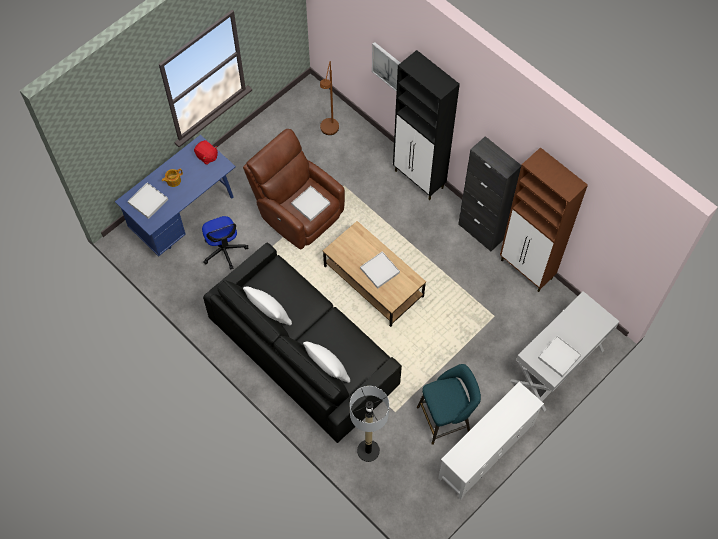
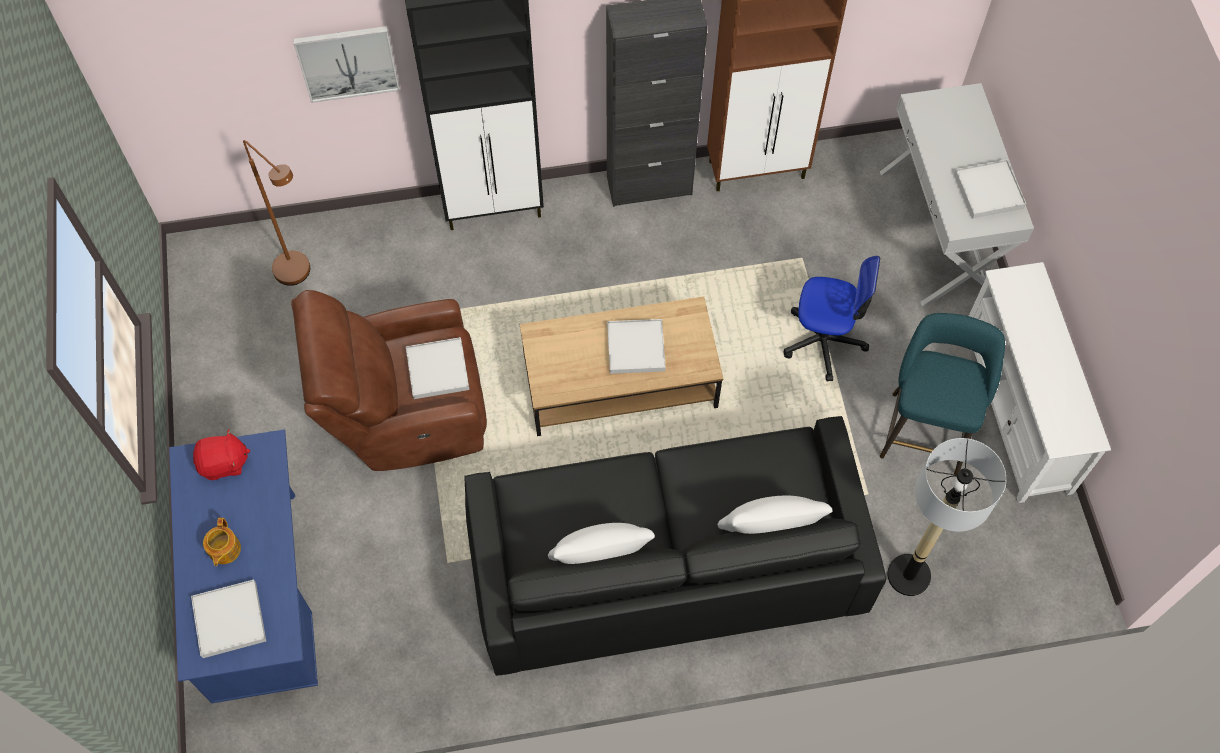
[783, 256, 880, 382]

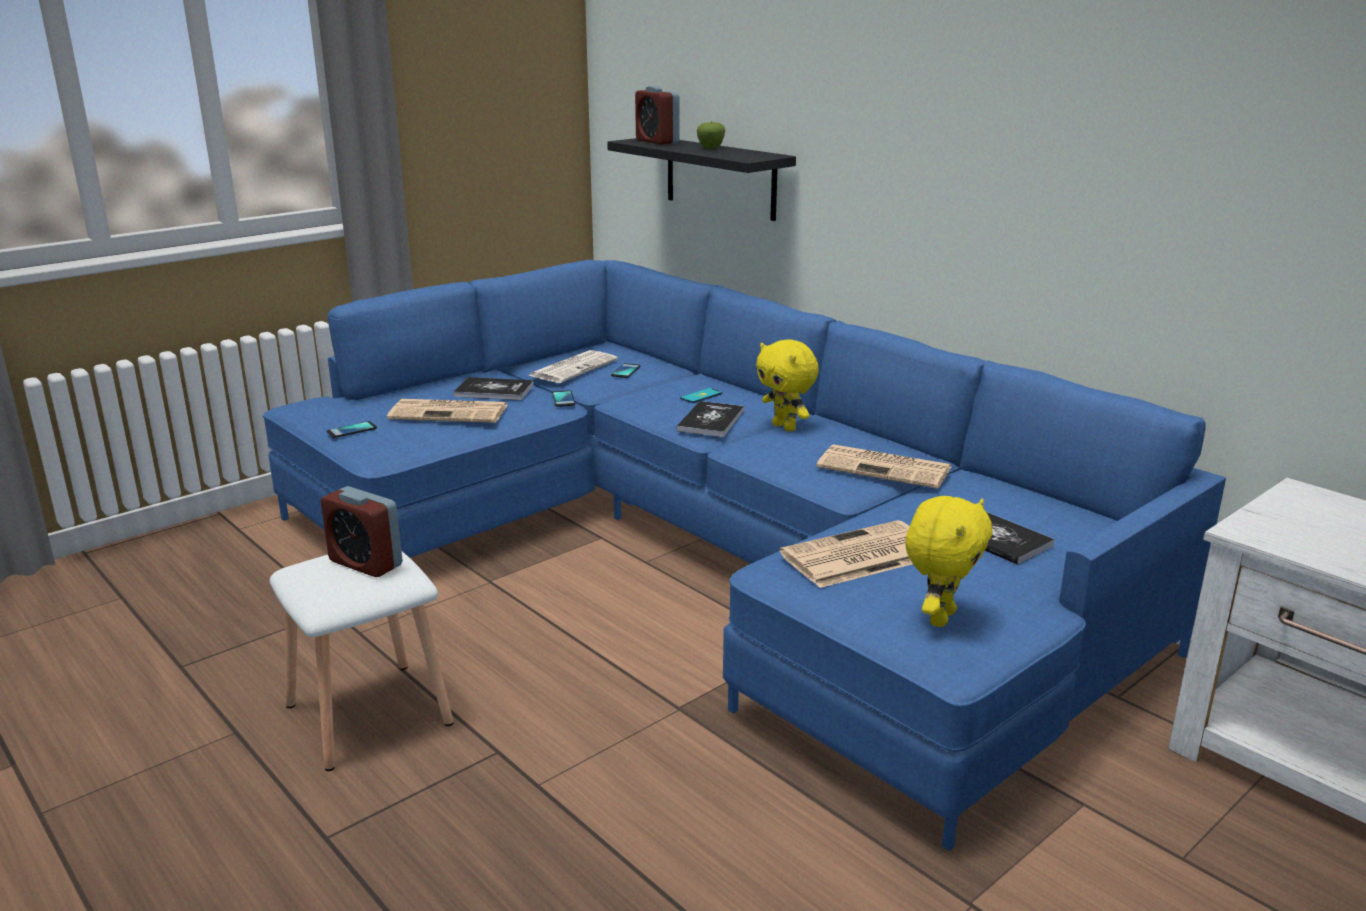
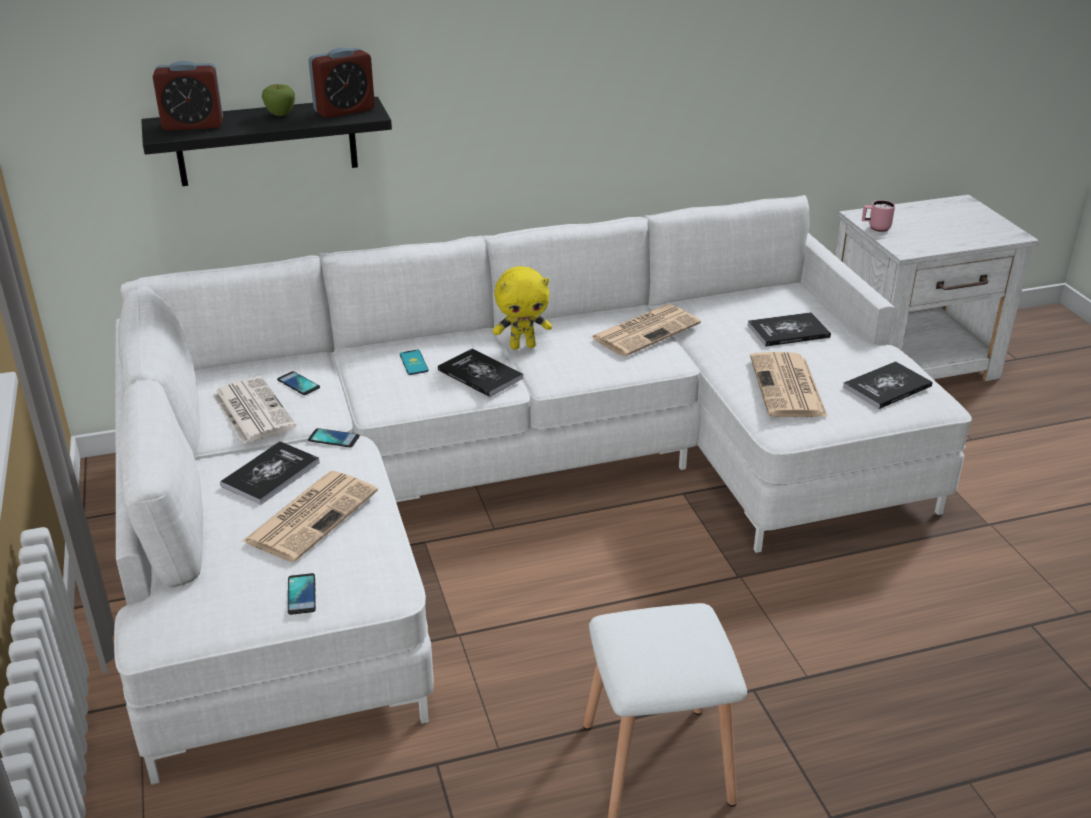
[114, 195, 972, 785]
[308, 47, 375, 118]
[843, 361, 932, 409]
[862, 200, 895, 232]

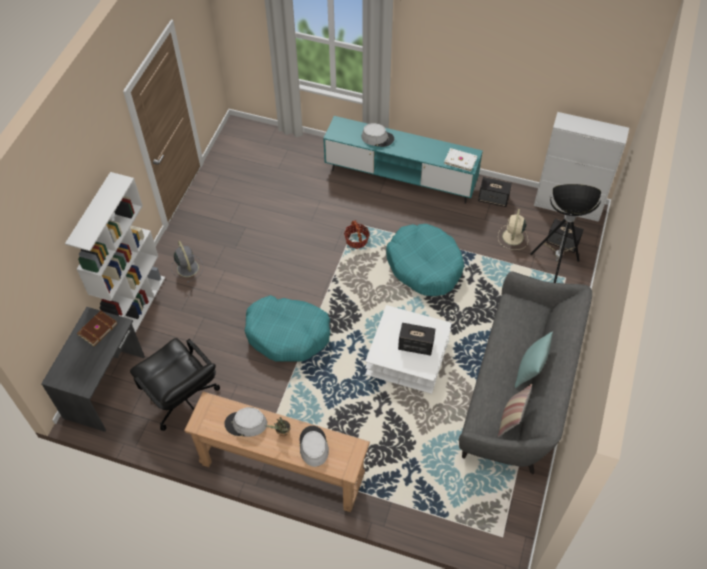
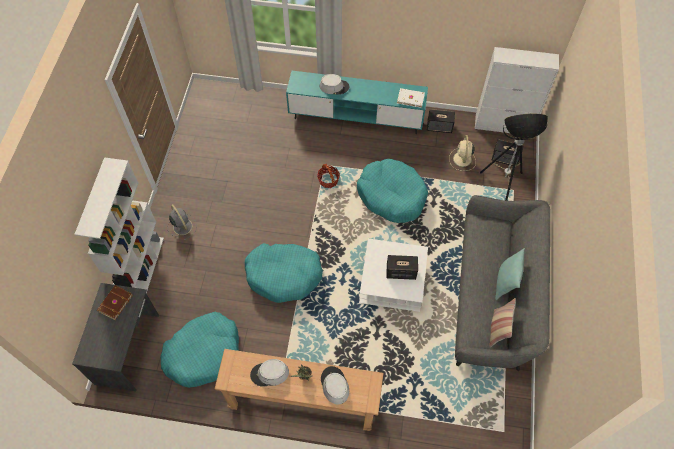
[161, 312, 239, 388]

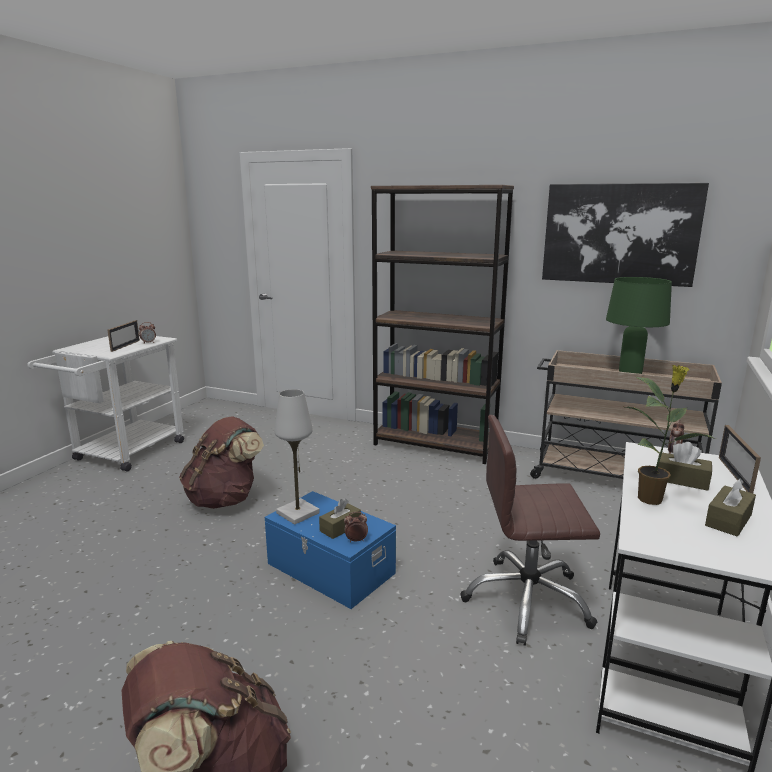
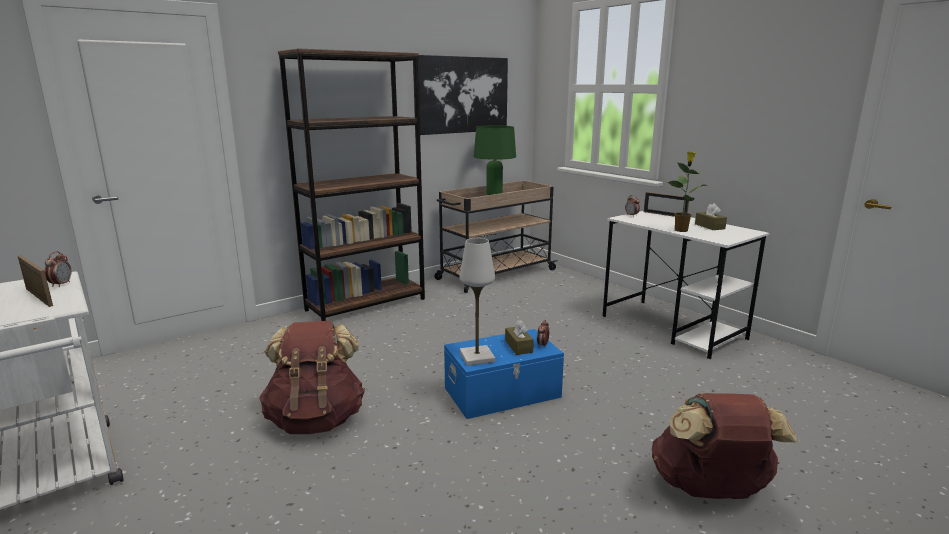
[460, 415, 600, 646] (first image)
[658, 442, 712, 491] (first image)

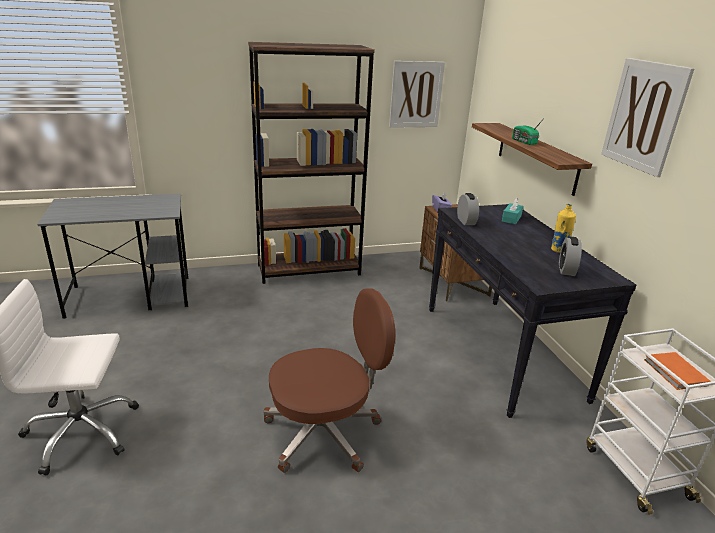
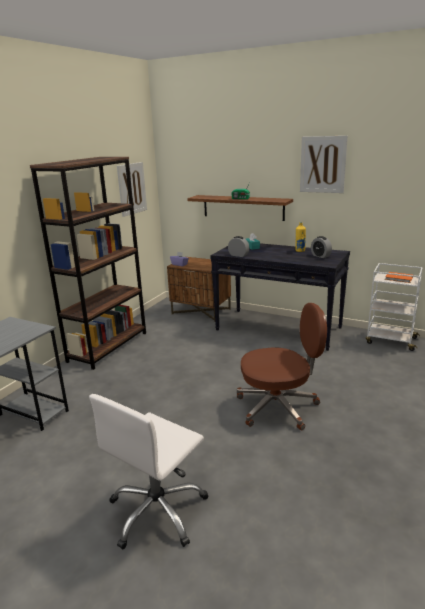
[237, 303, 327, 430]

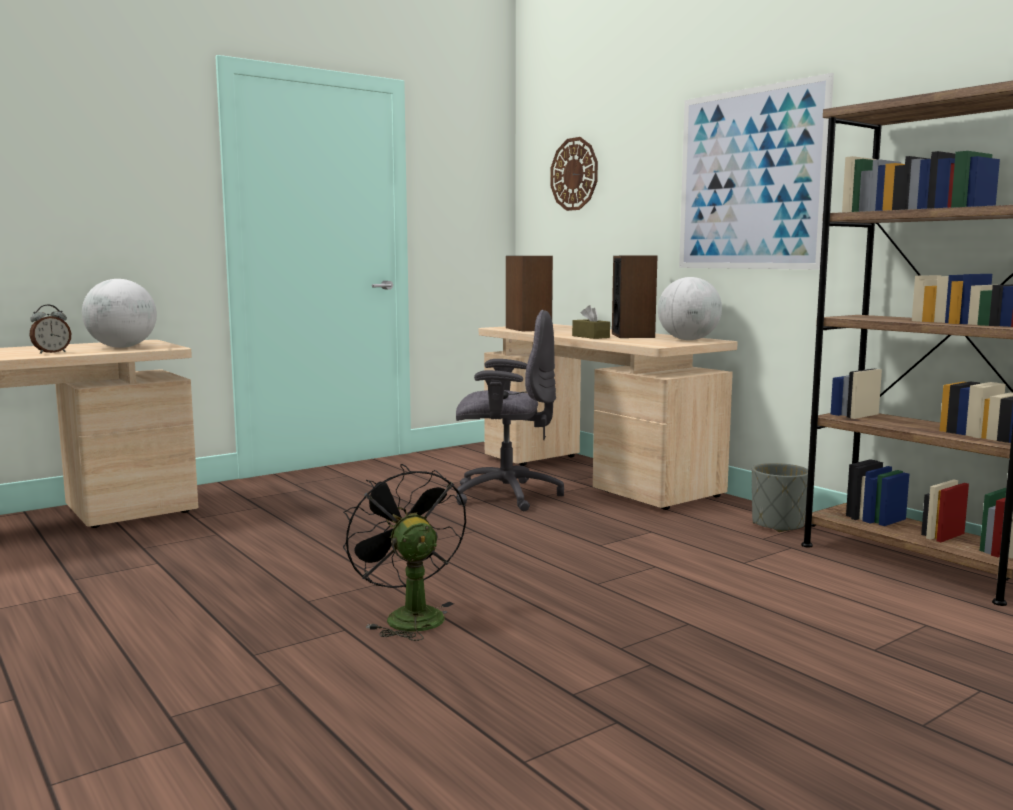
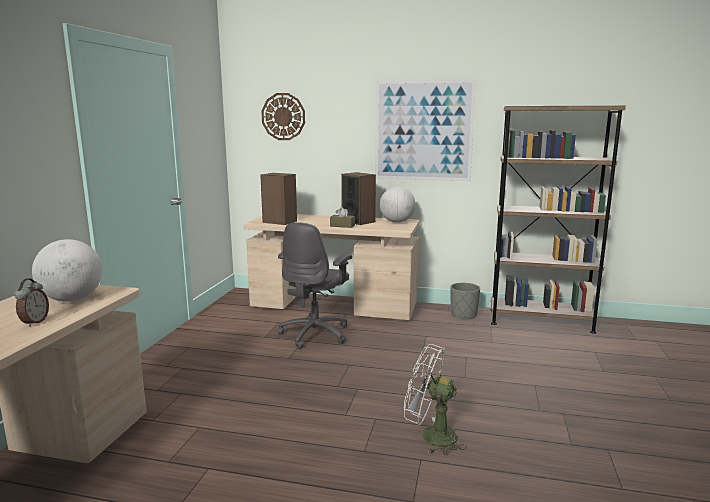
[404, 344, 467, 455]
[278, 222, 352, 349]

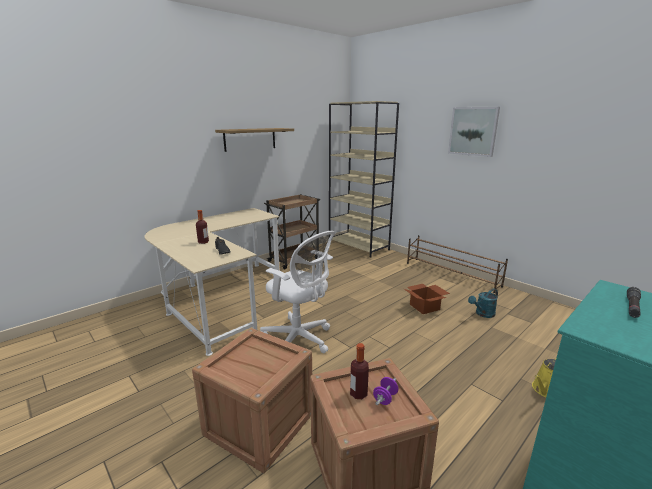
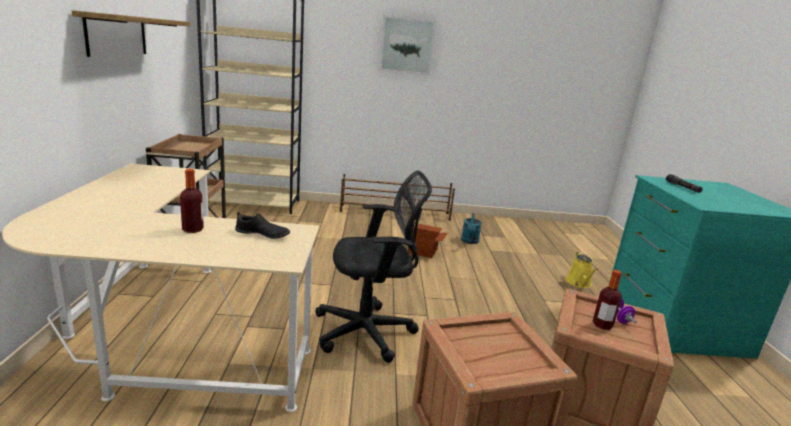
[315, 171, 432, 363]

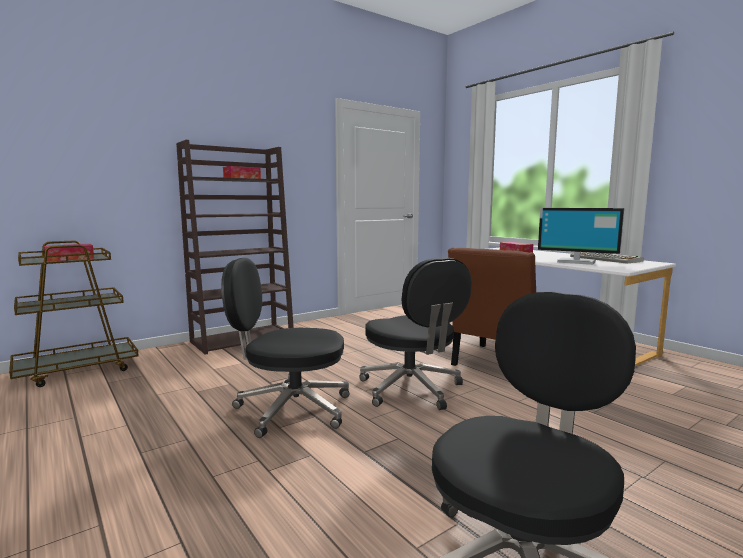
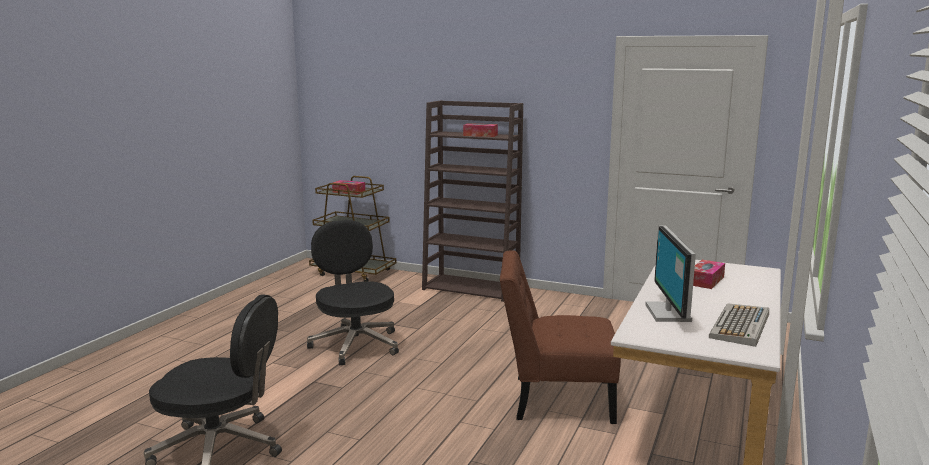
[359, 258, 472, 410] (first image)

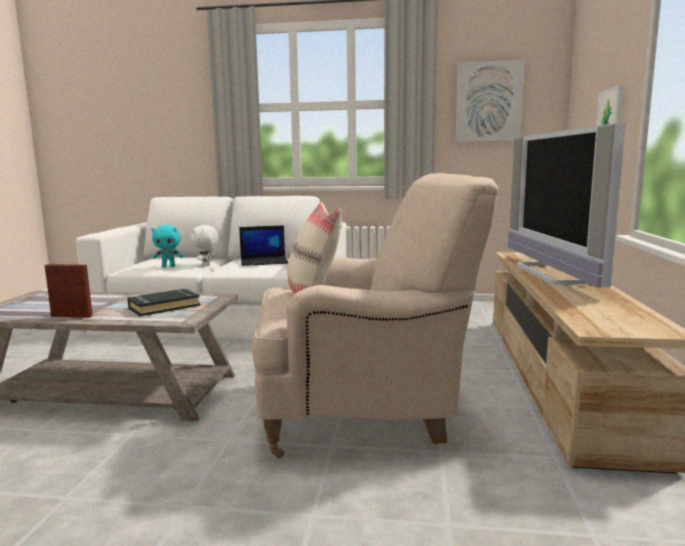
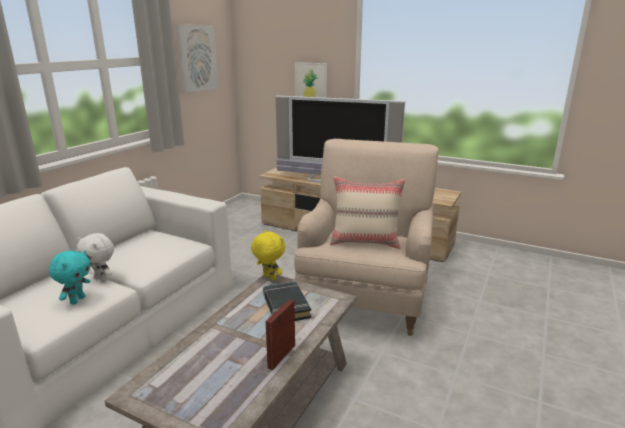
[239, 225, 288, 266] (first image)
[251, 230, 285, 281]

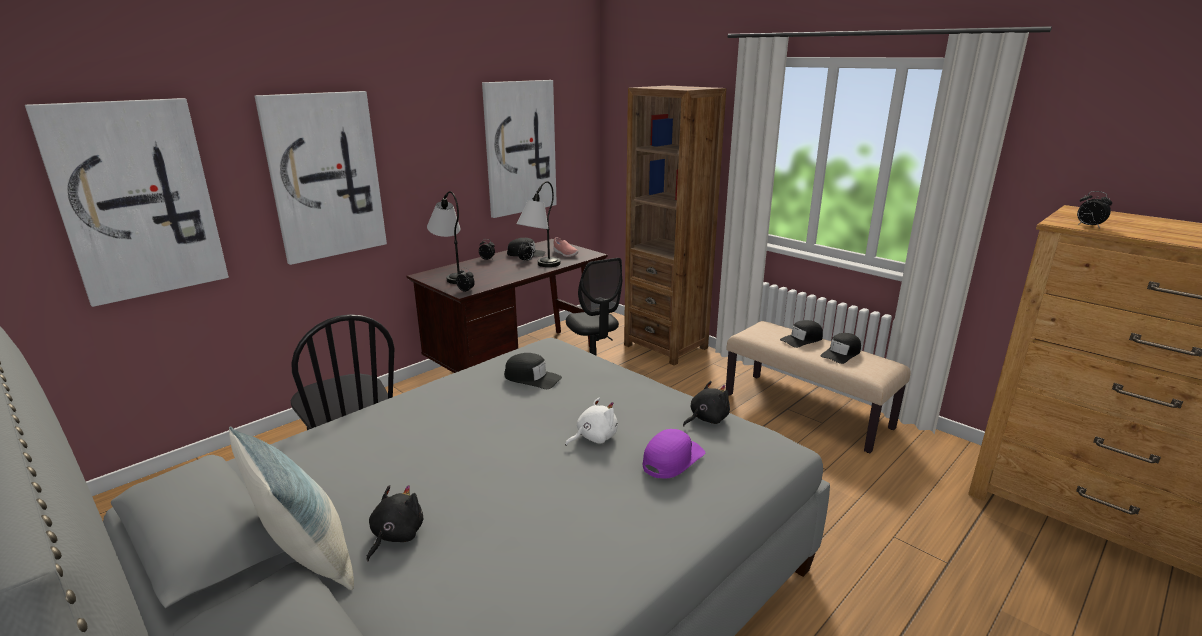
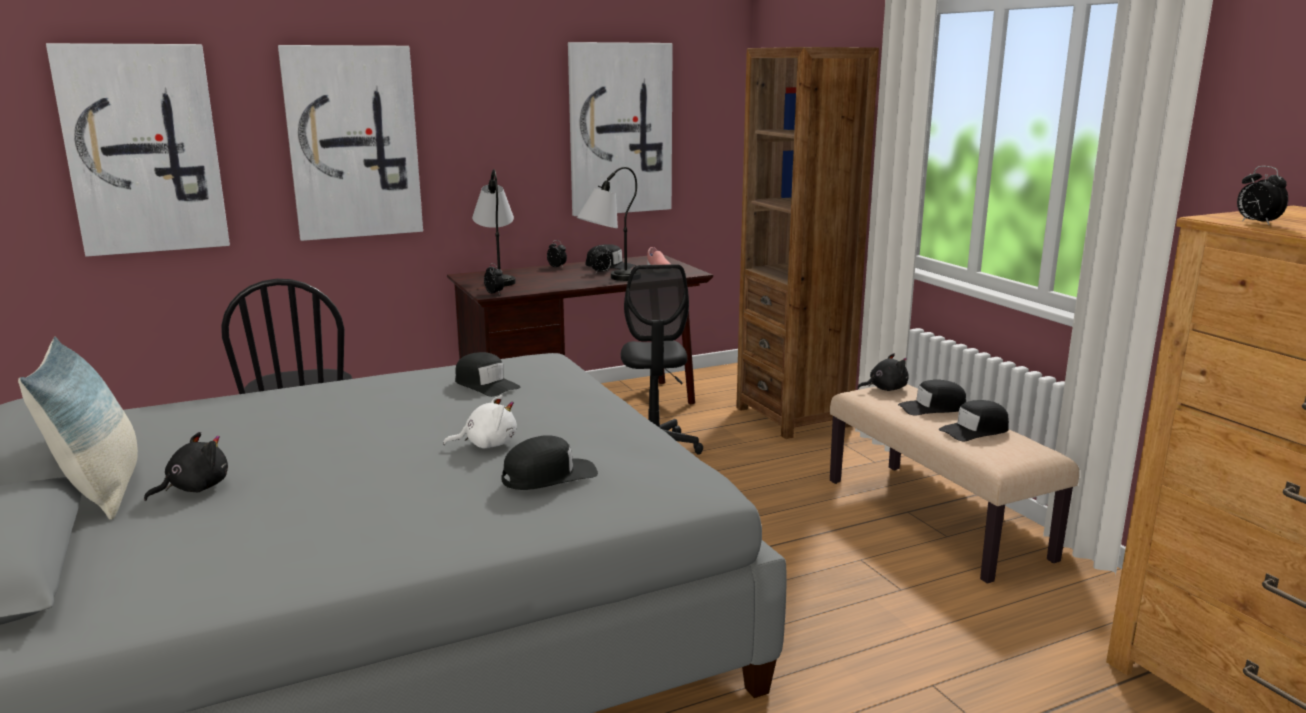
[501, 435, 598, 490]
[857, 353, 909, 391]

